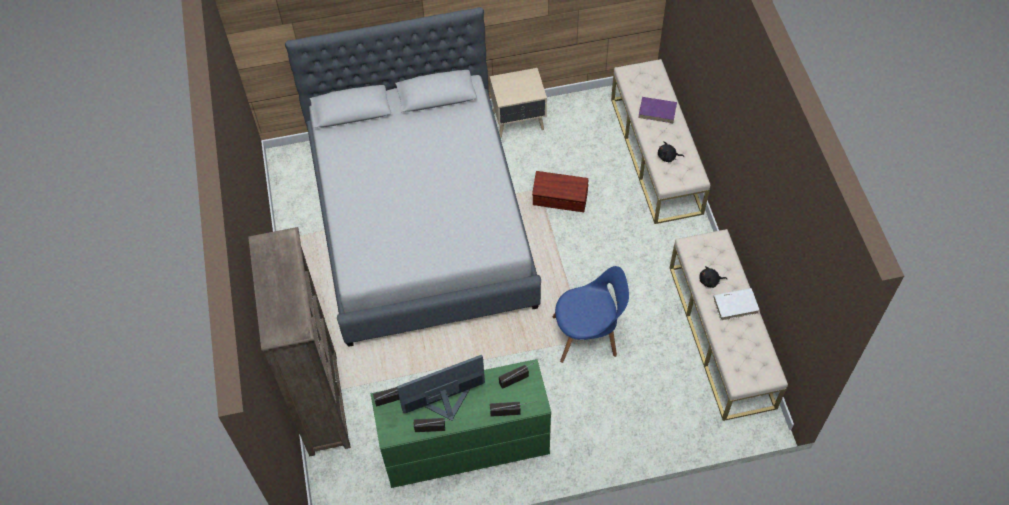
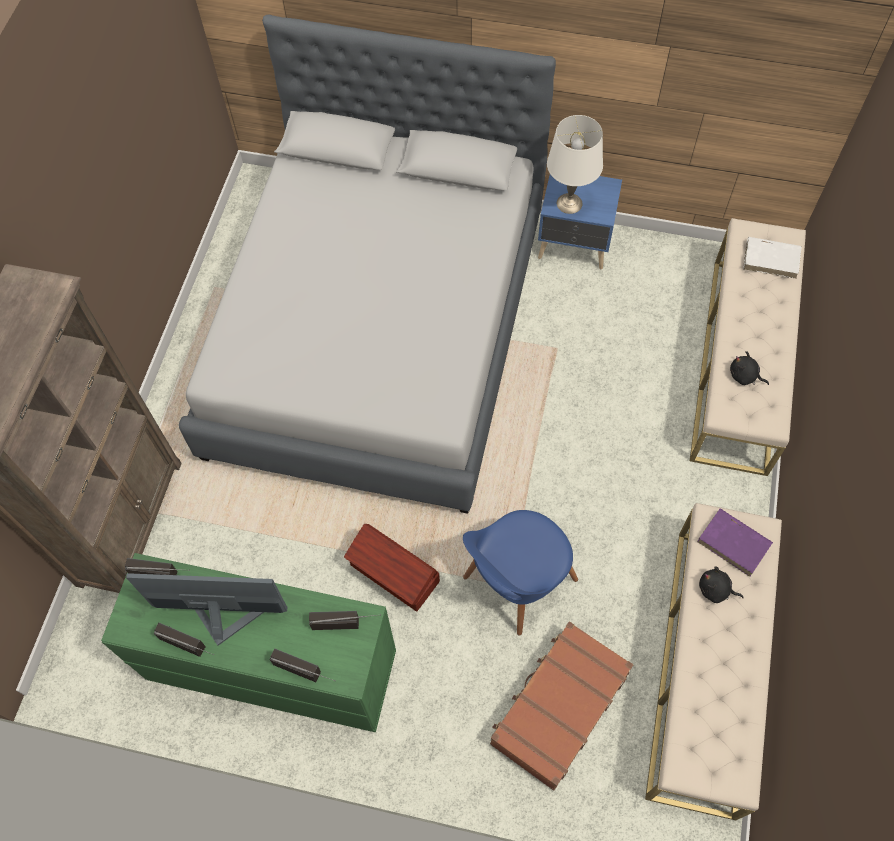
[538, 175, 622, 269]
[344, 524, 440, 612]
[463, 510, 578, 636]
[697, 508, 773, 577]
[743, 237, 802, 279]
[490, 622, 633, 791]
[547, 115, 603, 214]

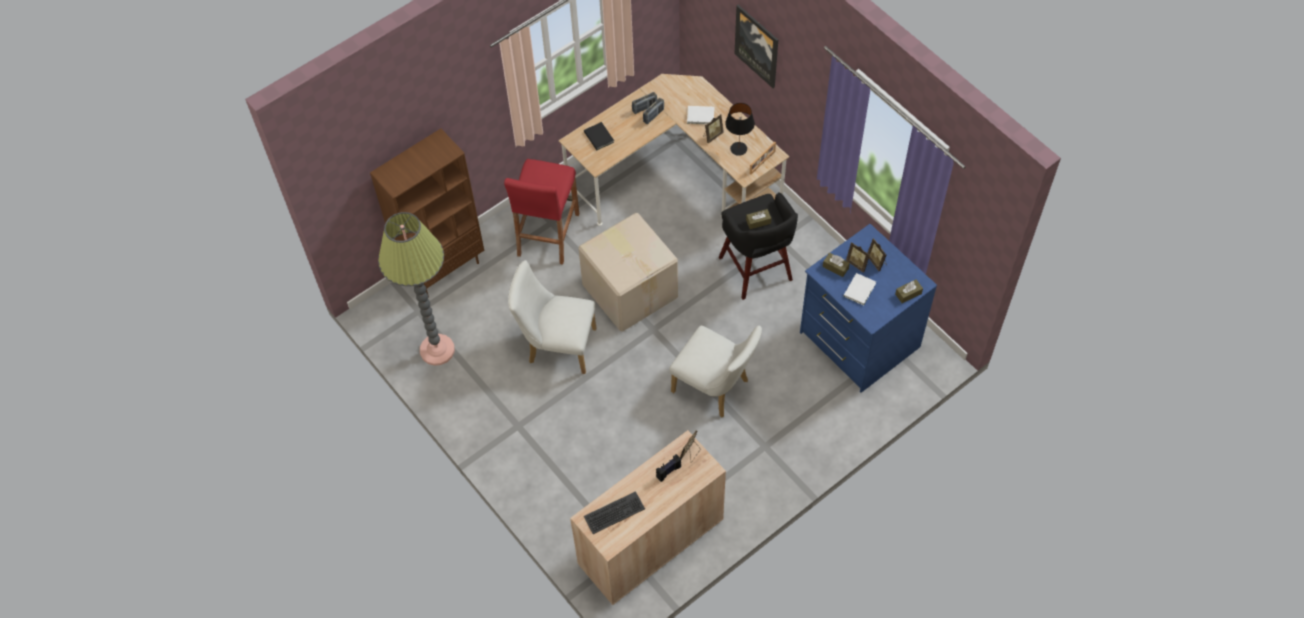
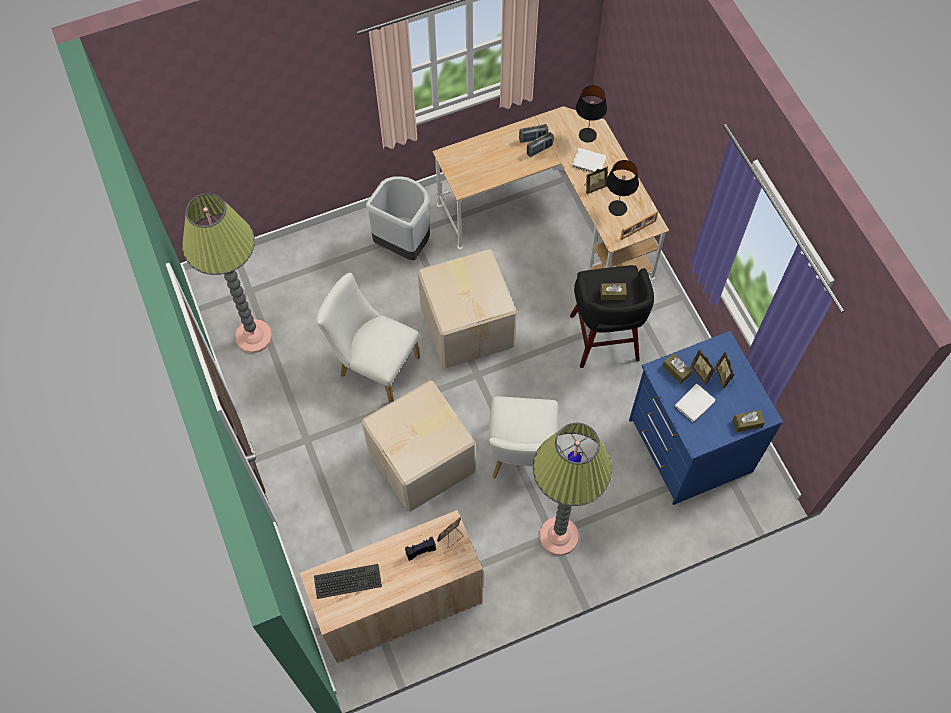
[370, 129, 484, 297] (first image)
[366, 176, 430, 260]
[584, 122, 614, 150] (first image)
[488, 396, 558, 479]
[735, 5, 778, 88] (first image)
[362, 380, 475, 512]
[533, 423, 612, 556]
[576, 85, 607, 143]

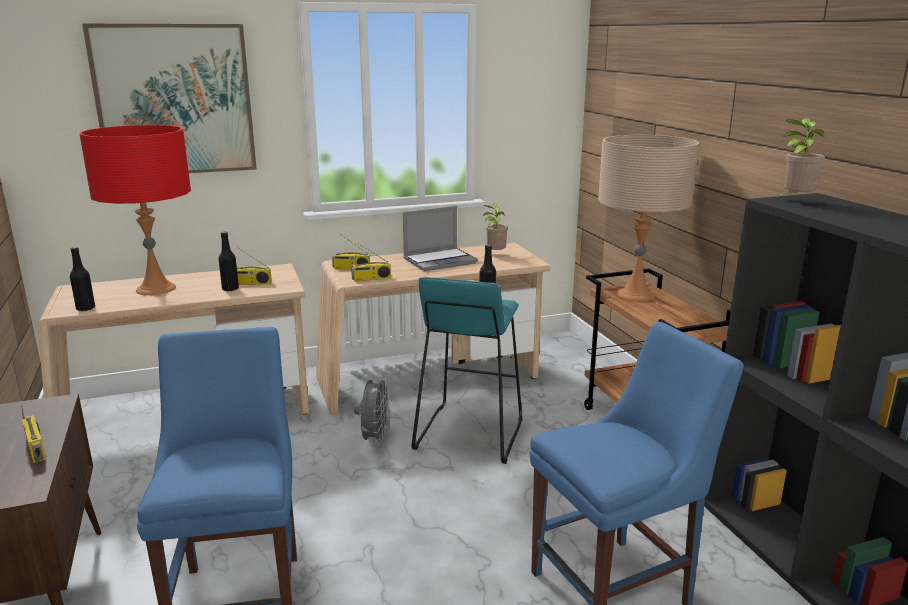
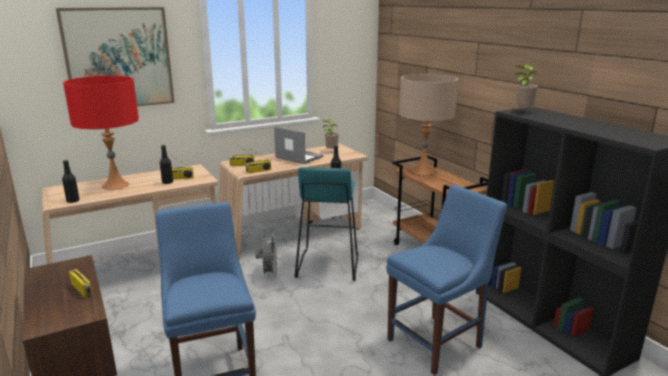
[274, 127, 324, 164]

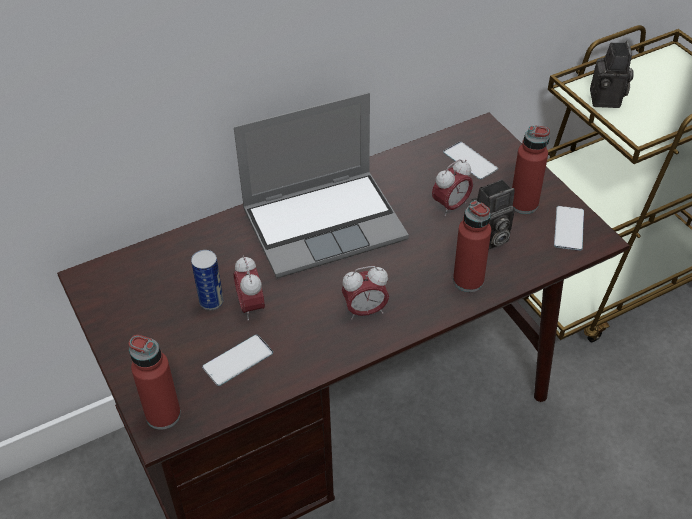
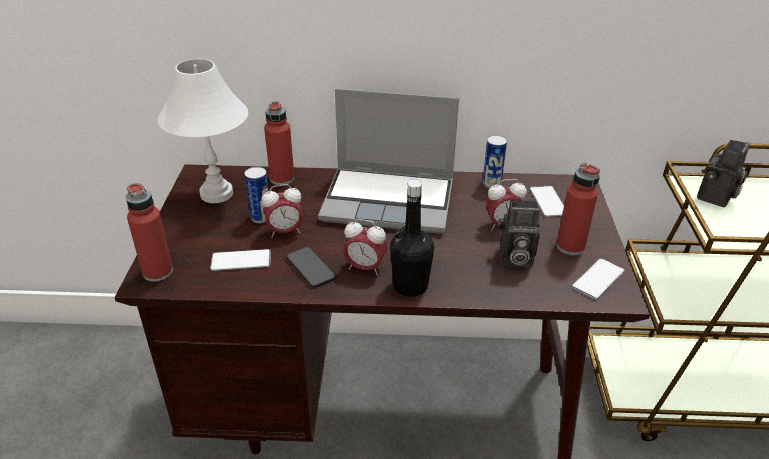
[261, 184, 303, 238]
[264, 101, 295, 185]
[158, 59, 248, 203]
[286, 247, 337, 288]
[390, 180, 434, 297]
[482, 135, 507, 188]

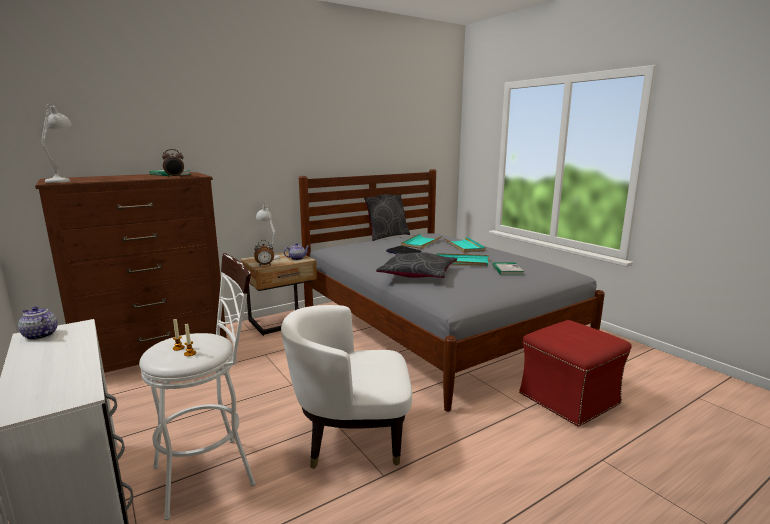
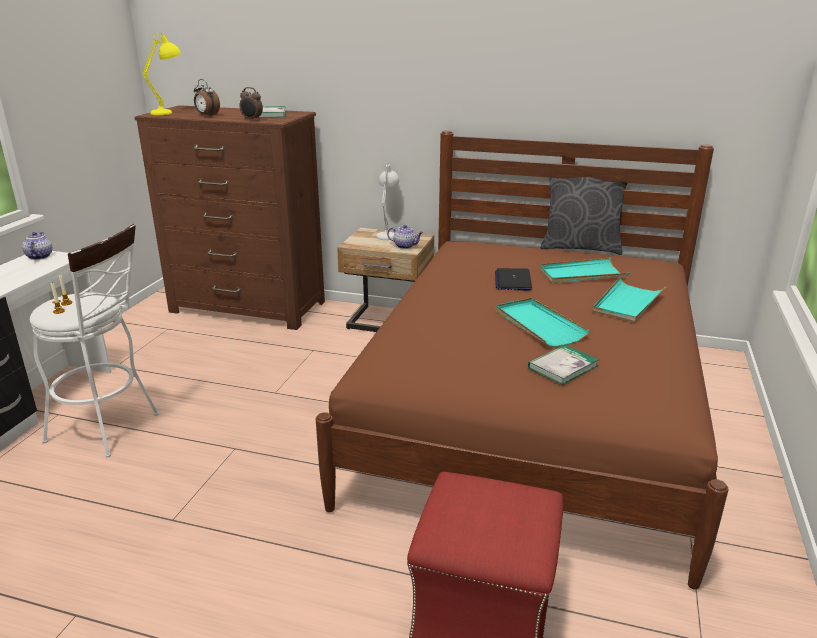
[142, 33, 181, 115]
[194, 79, 220, 117]
[281, 305, 412, 469] (first image)
[316, 130, 729, 590]
[376, 252, 457, 278] (first image)

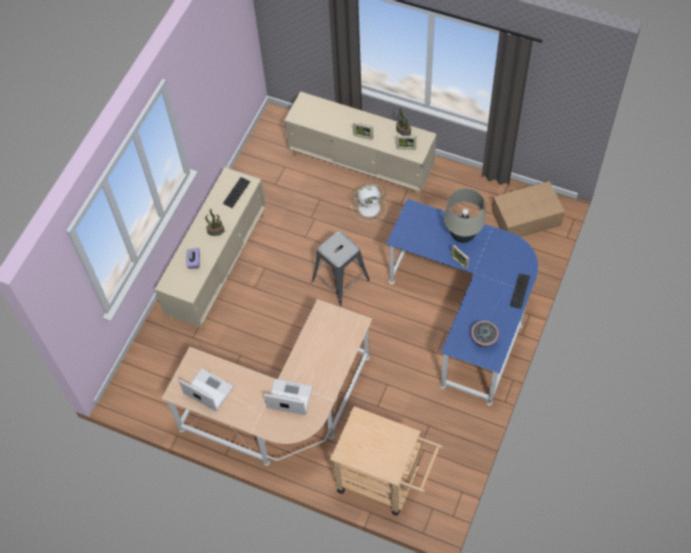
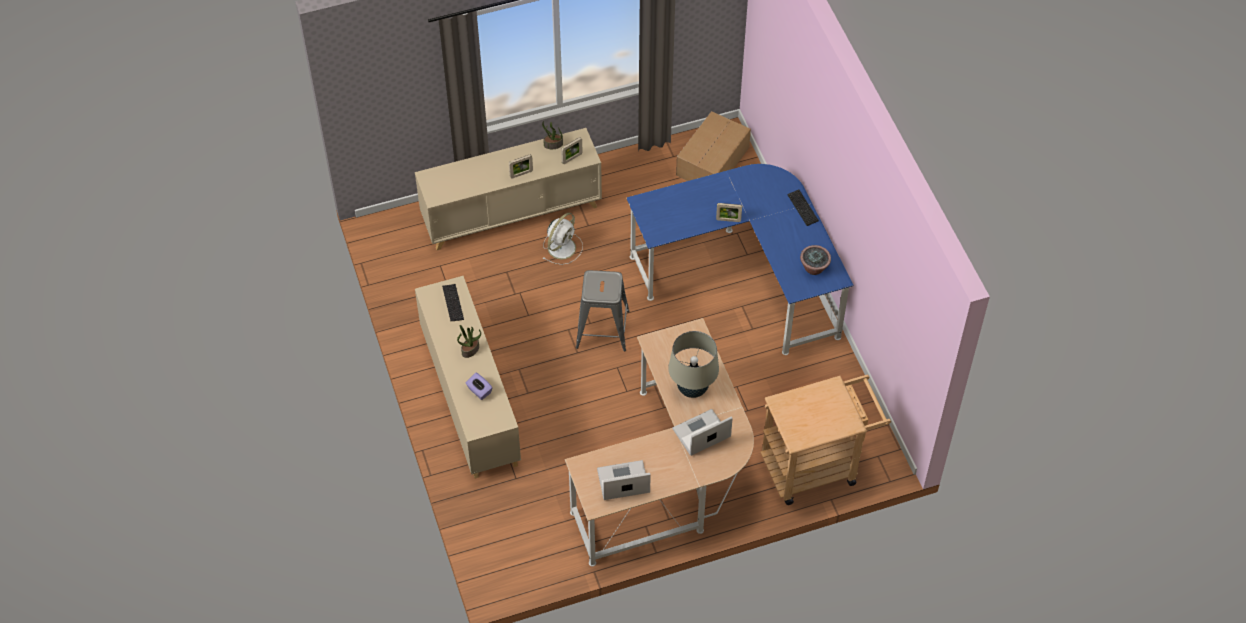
[668, 331, 719, 398]

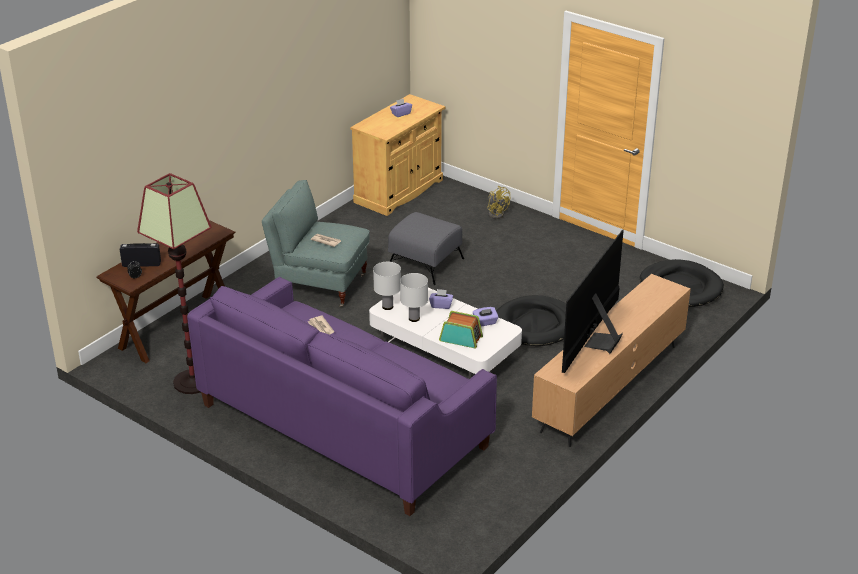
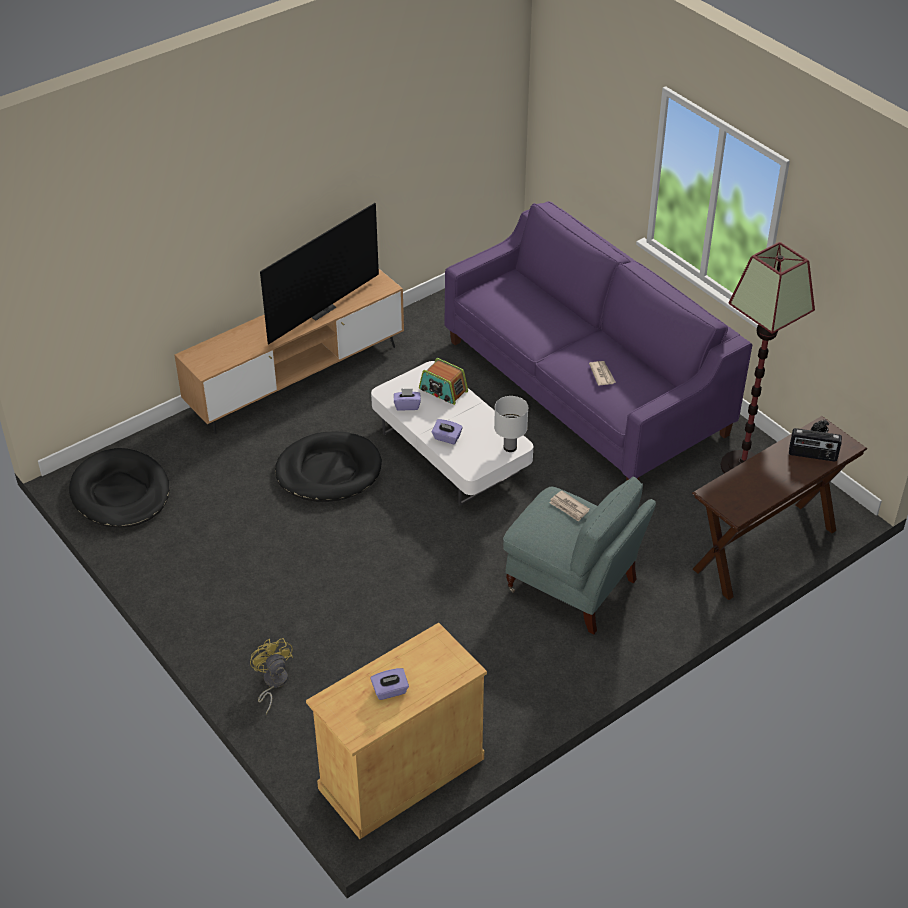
[388, 212, 464, 285] (first image)
[400, 273, 428, 322] (first image)

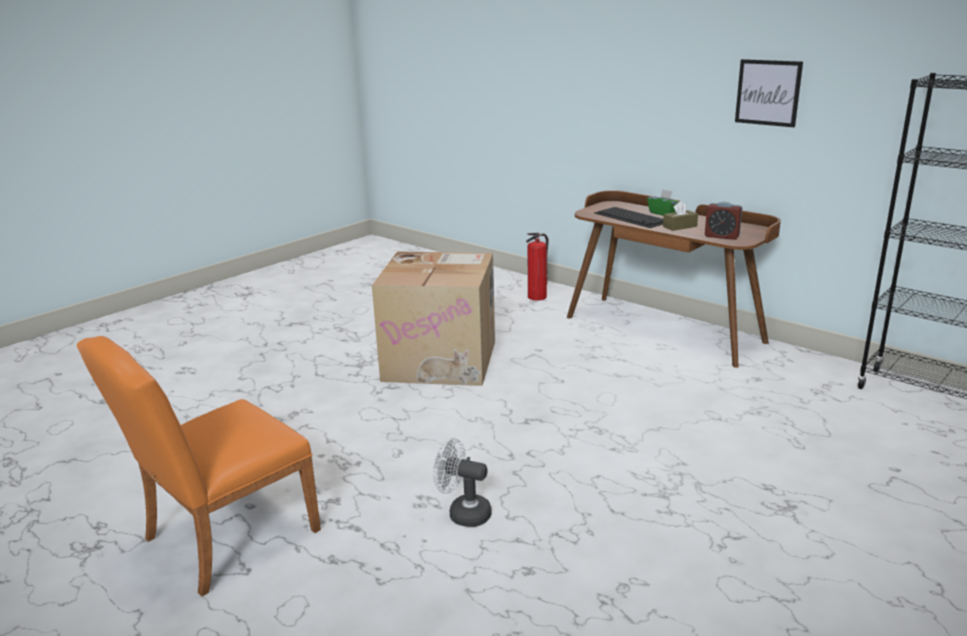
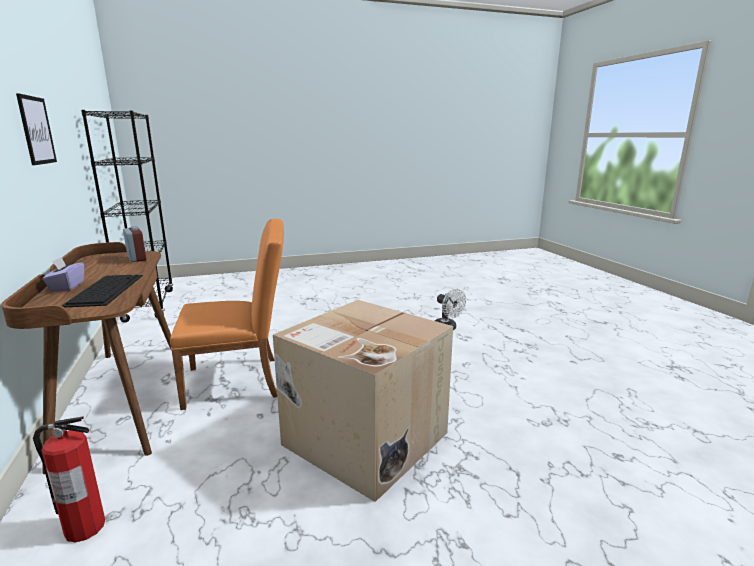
[170, 218, 284, 410]
[42, 257, 84, 292]
[663, 201, 698, 231] (first image)

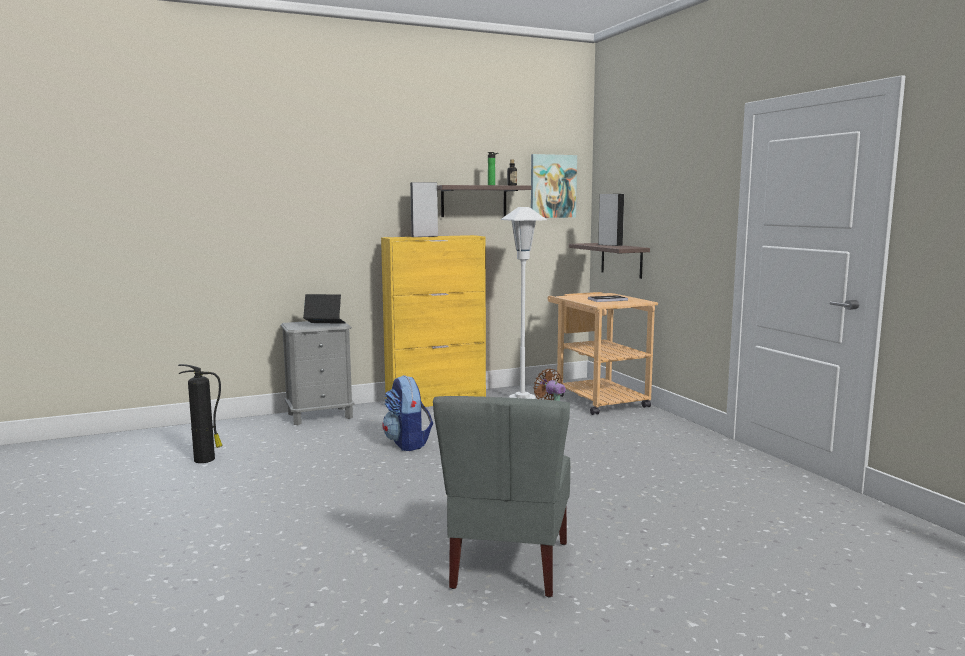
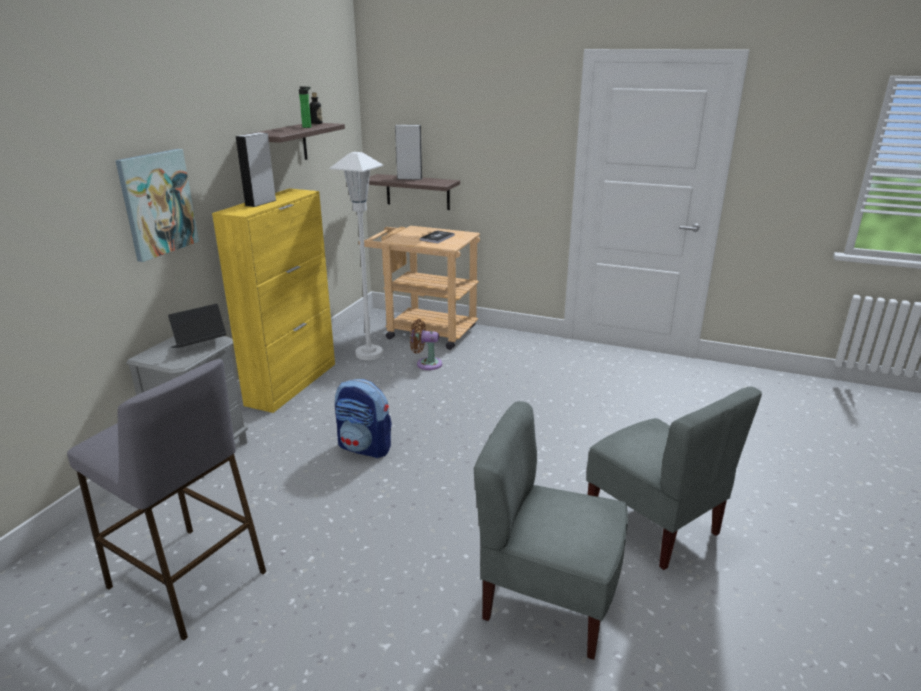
[67, 359, 266, 641]
[115, 149, 199, 262]
[474, 401, 628, 660]

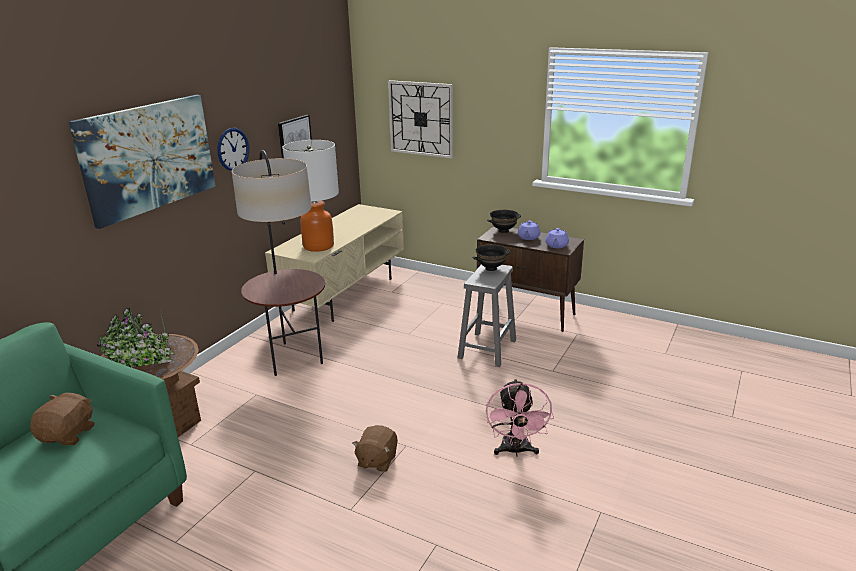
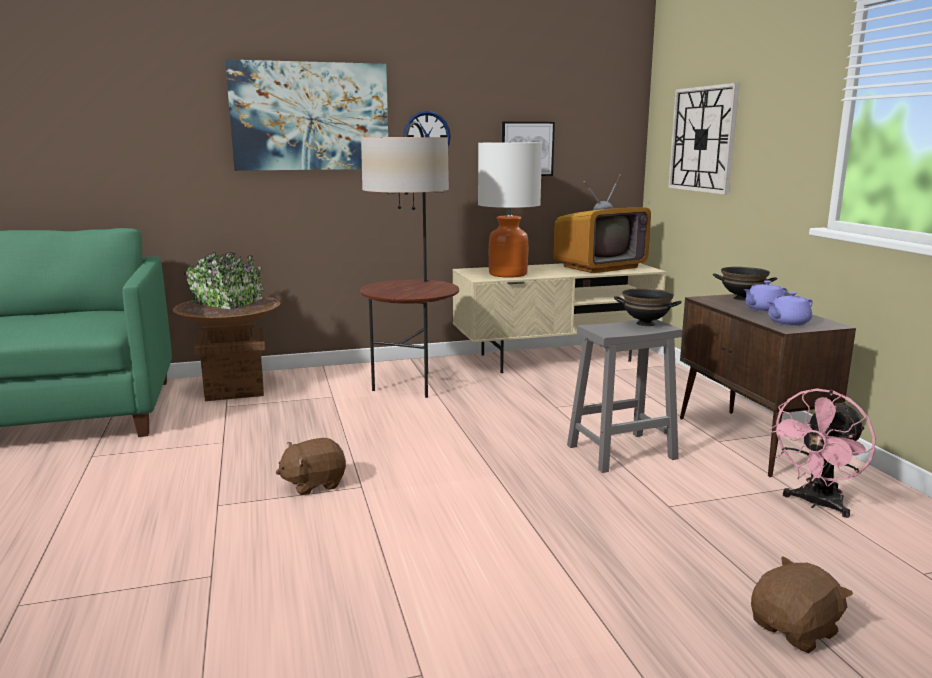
[751, 556, 853, 653]
[768, 388, 876, 518]
[554, 174, 651, 273]

